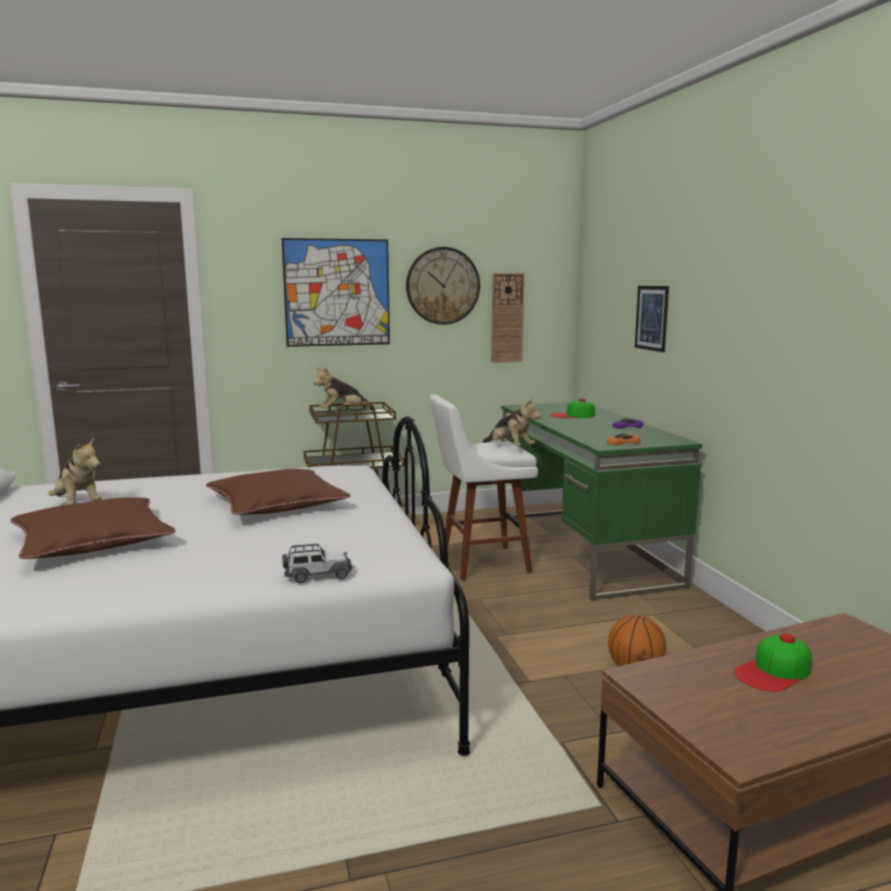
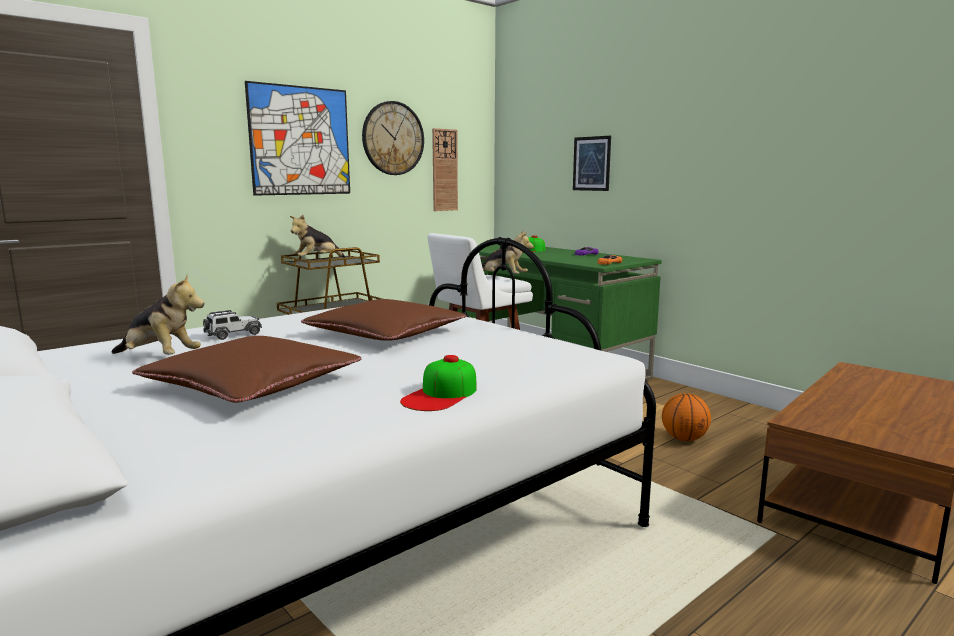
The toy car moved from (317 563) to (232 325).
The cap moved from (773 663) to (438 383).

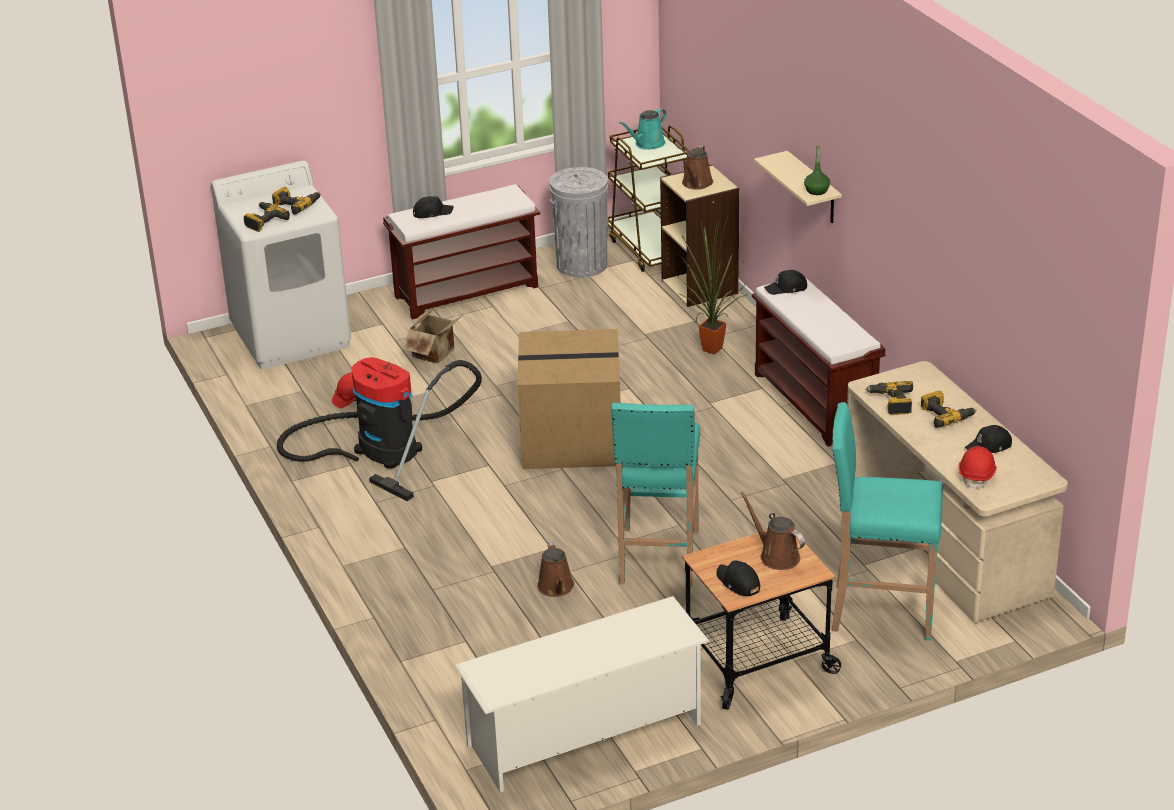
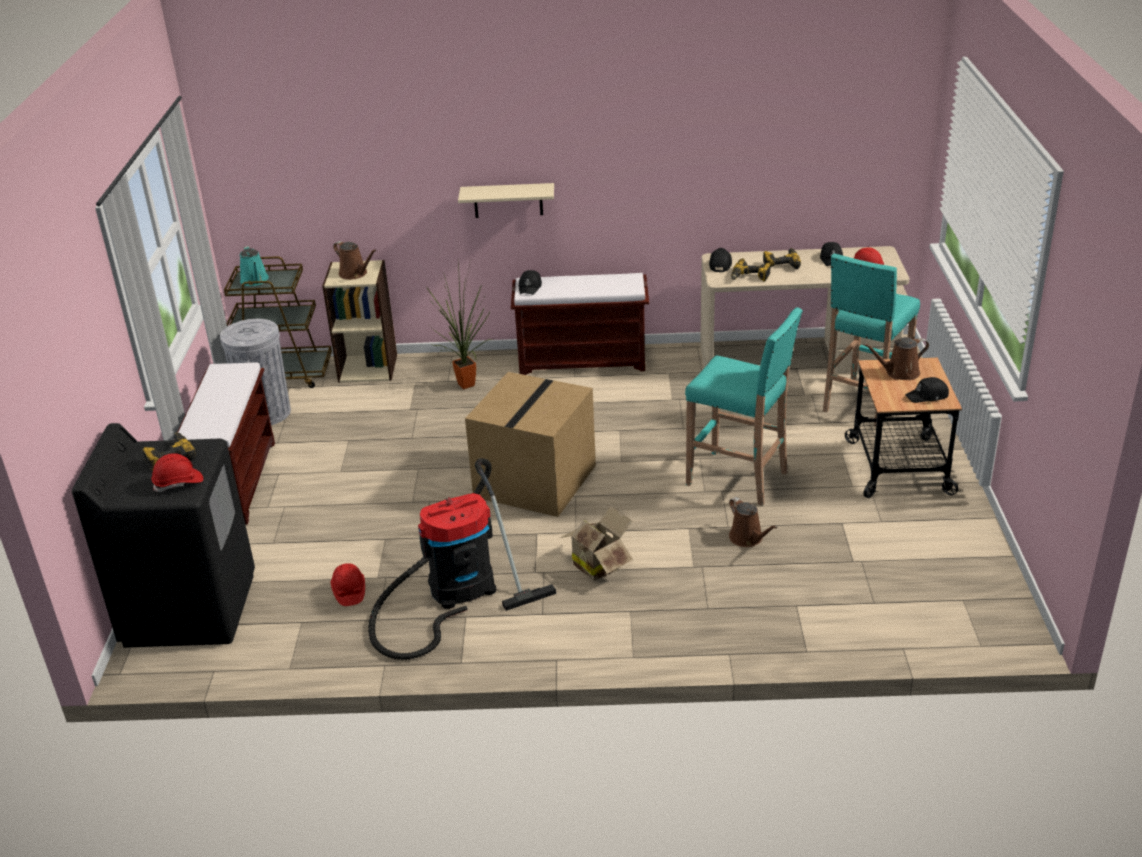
The white washing machine at (281 265) became the black washing machine at (163 535).
The power drill at (267 217) was replaced by the red hard hat at (177 472).
The cardboard box moved from (432 335) to (596 543).
The black cap moved from (433 207) to (720 260).
The white shoe rack at (582 694) disappeared.
The brown watering can at (555 569) turned 45 degrees clockwise.
The green bottle at (817 170) disappeared.

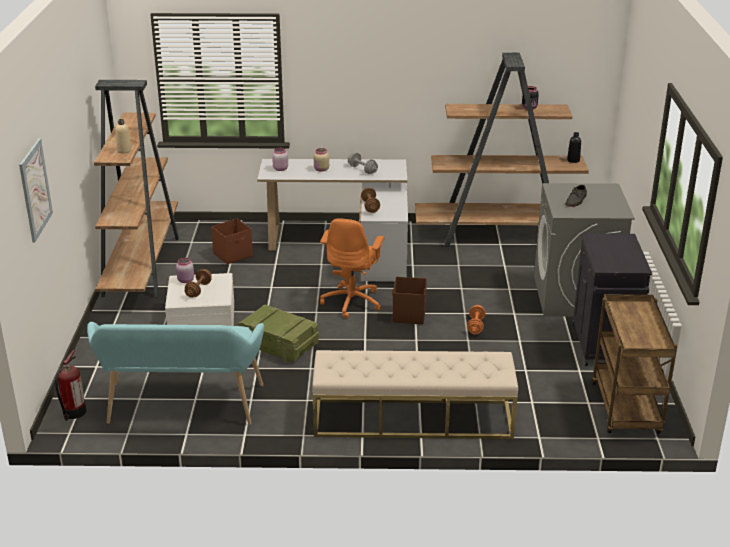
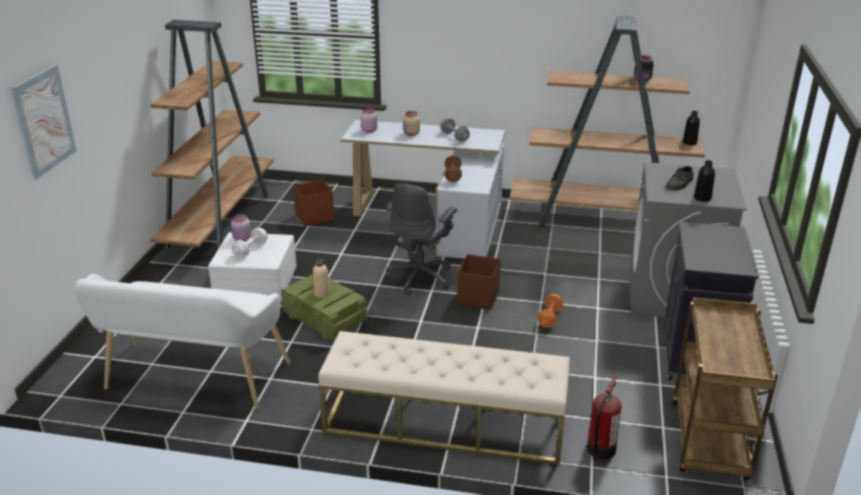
The fire extinguisher moved from (70 385) to (604 418).
The turquoise bench at (175 373) became the white bench at (182 341).
The beige bottle moved from (123 136) to (321 278).
The brown dumbbell at (198 283) became the white dumbbell at (249 242).
The orange office chair at (352 268) became the grey office chair at (421 239).
The black bottle at (704 181) appeared.

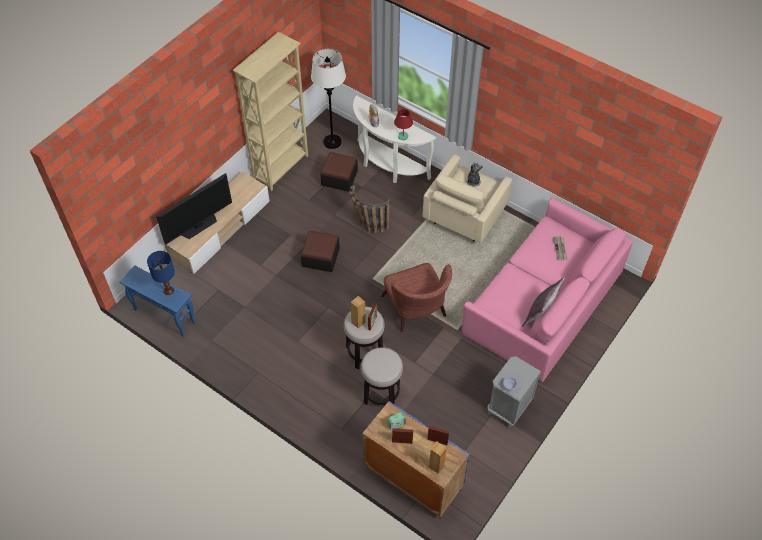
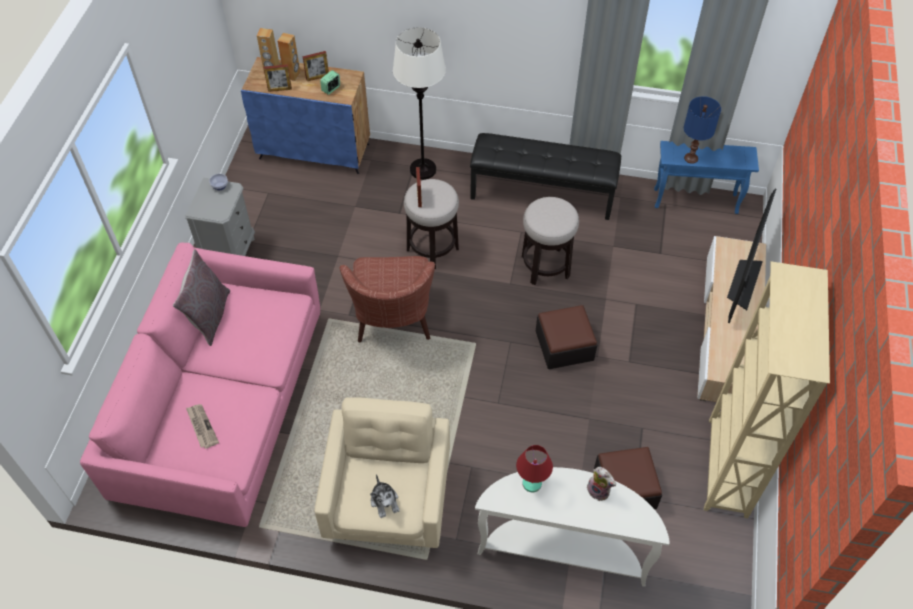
The white floor lamp moved from (328 99) to (419 103).
The basket at (369 206) disappeared.
The brown speaker moved from (358 312) to (289 57).
The stool moved from (382 376) to (550 241).
The brown armchair at (416 297) turned 135 degrees counterclockwise.
The black bench at (545 176) appeared.

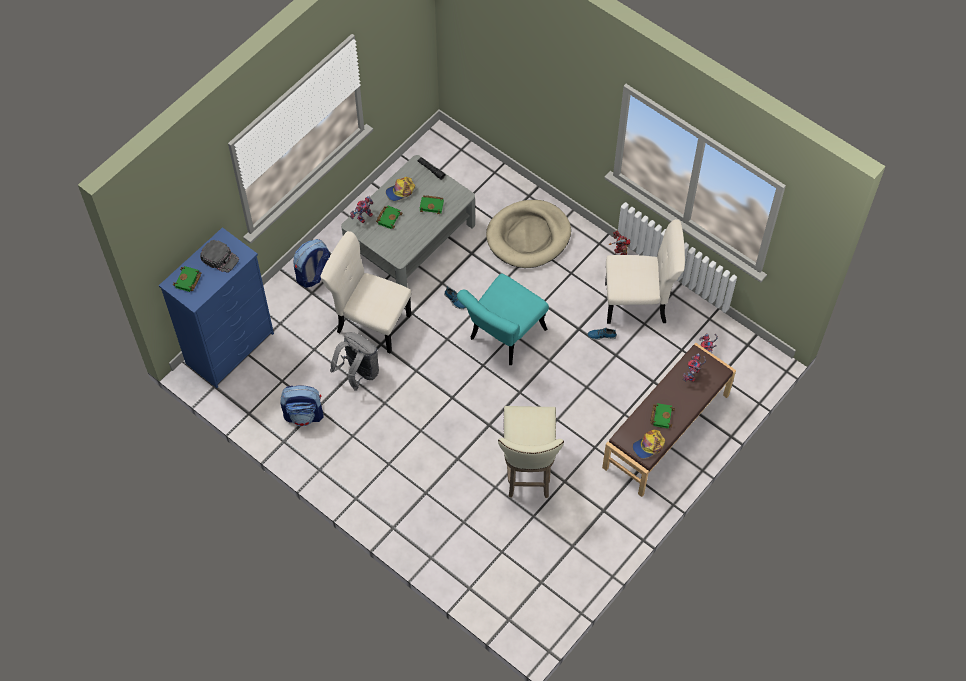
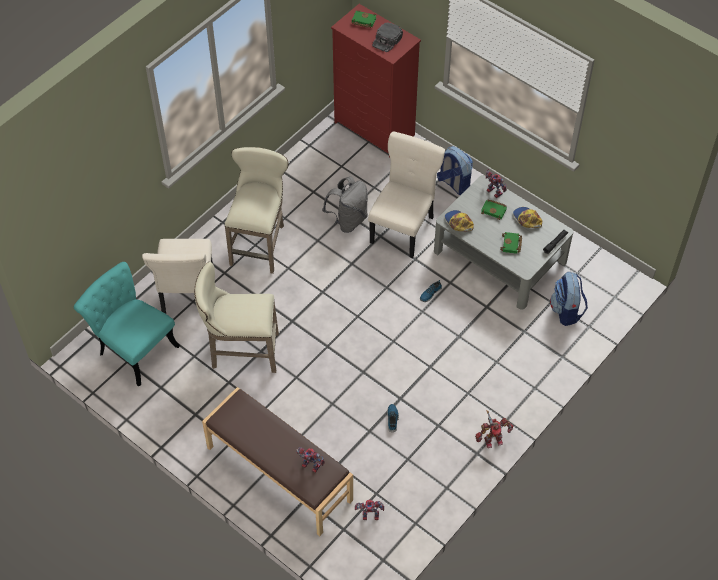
The blue dresser at (216 307) became the red dresser at (376 81).
The backpack moved from (301 405) to (569 299).
The turquoise chair moved from (503 319) to (127 324).
The beige dog bed at (528 234) disappeared.
The beige chair moved from (645 271) to (177 276).
The cap moved from (649 443) to (459 220).
The green book at (662 416) disappeared.
The beige stool at (256 210) appeared.

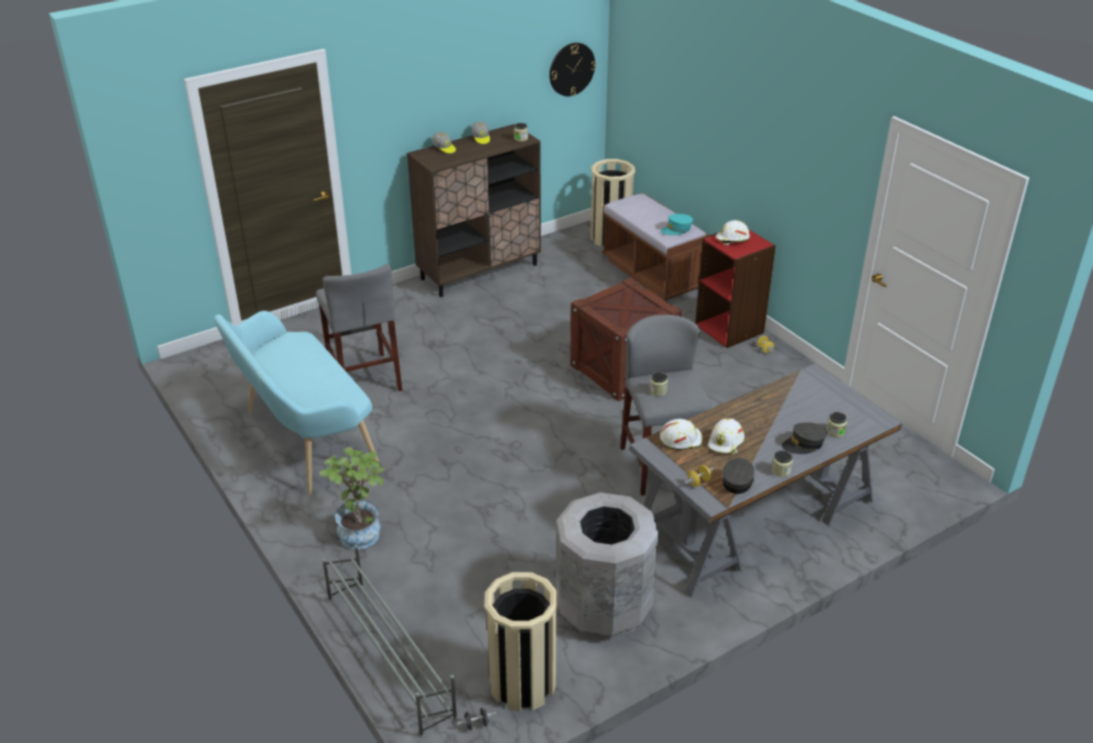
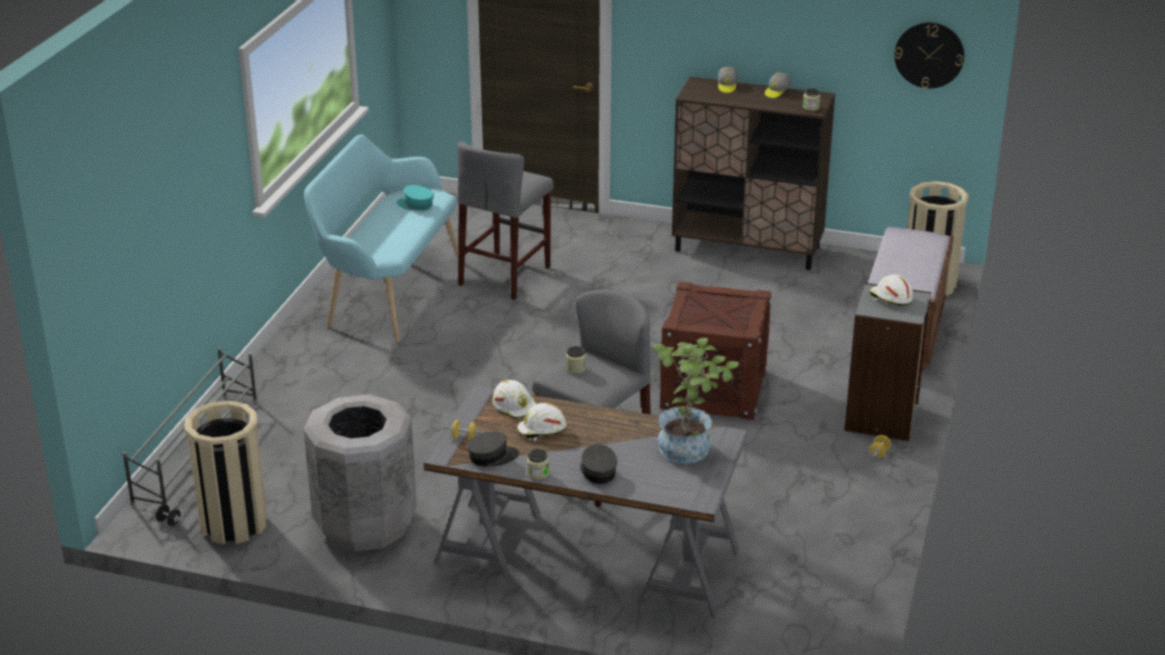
The potted plant moved from (351 498) to (696 401).
The turquoise cap moved from (677 224) to (415 197).
The red bookcase at (735 289) became the grey bookcase at (887 362).
The grey cap at (804 438) turned 45 degrees clockwise.
The jar at (836 425) disappeared.

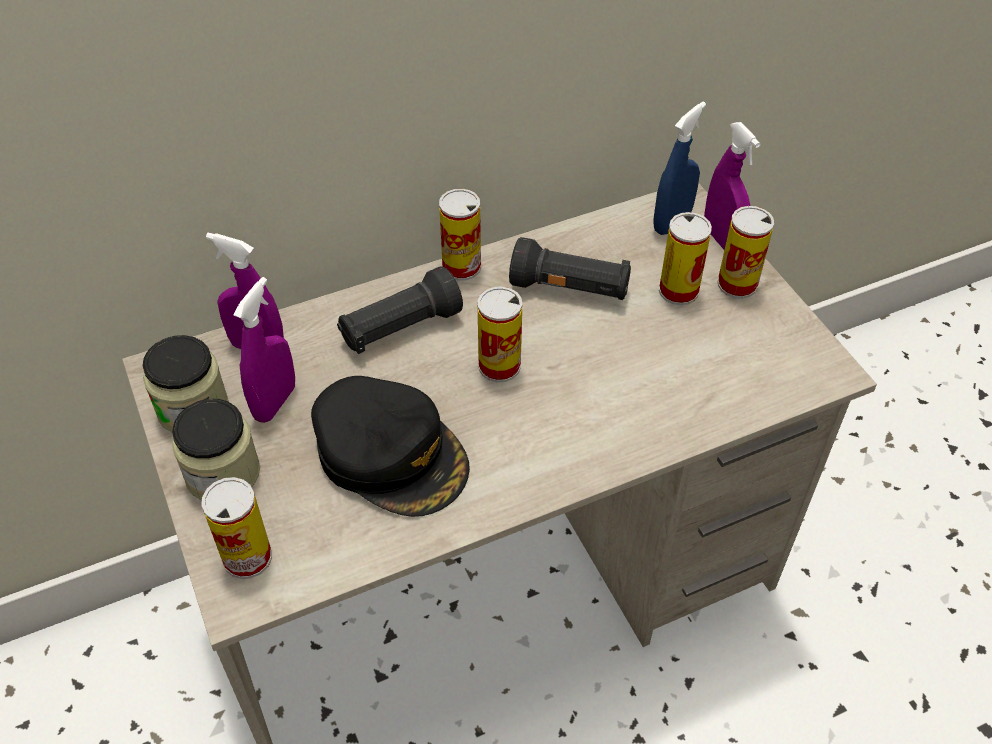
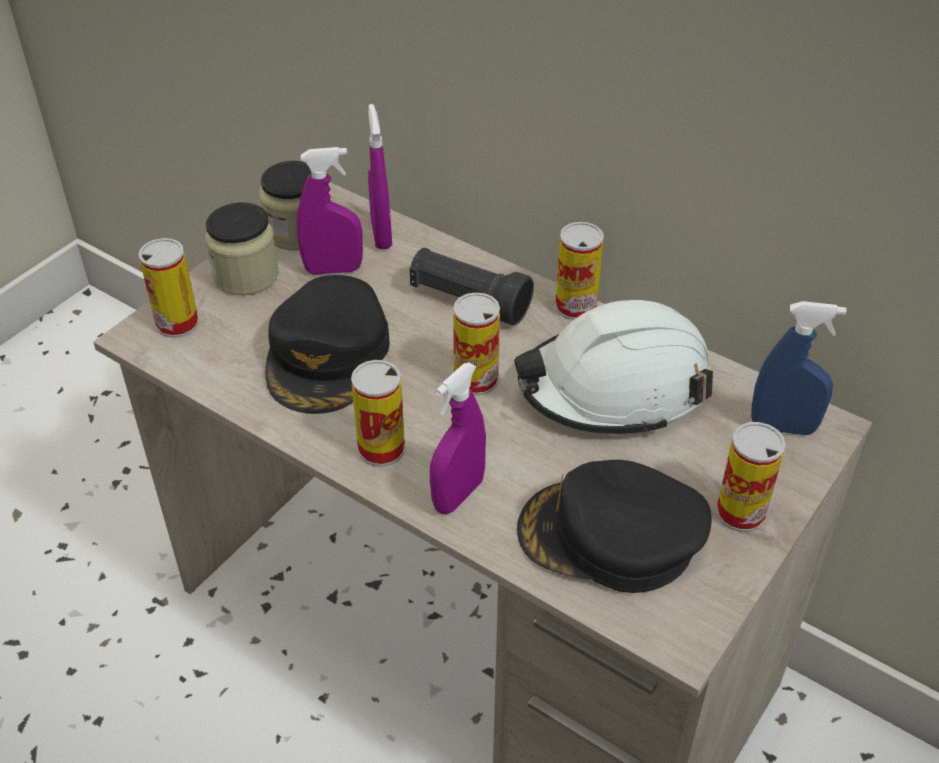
The black flashlight at (570 268) was replaced by the white hard hat at (613 367).
The can moved from (685 258) to (378 413).
The purple spray bottle moved from (732 186) to (458 438).
The black cap at (614 526) appeared.

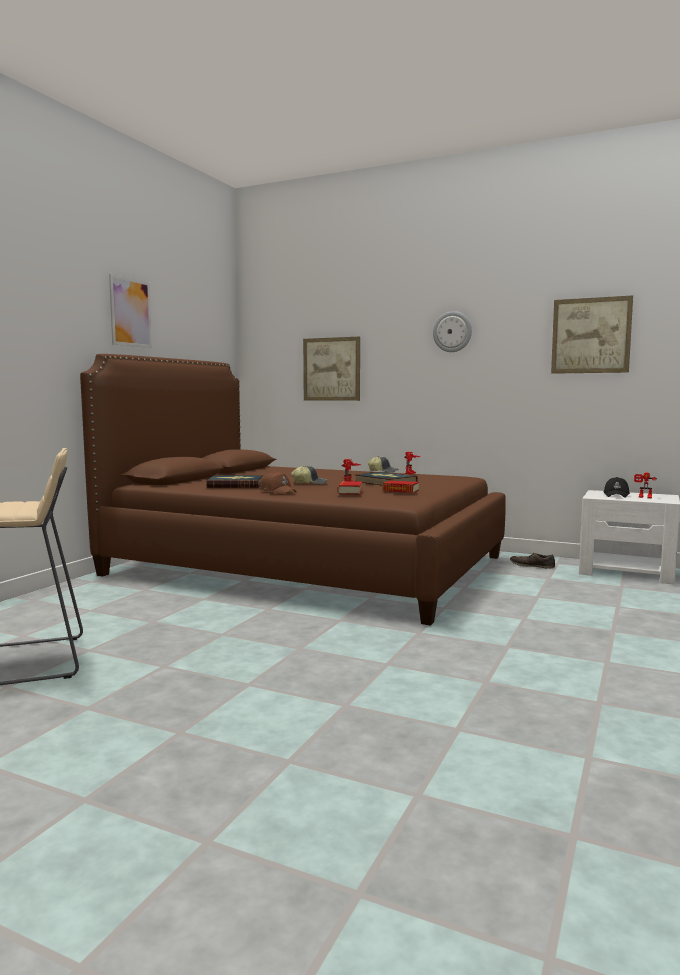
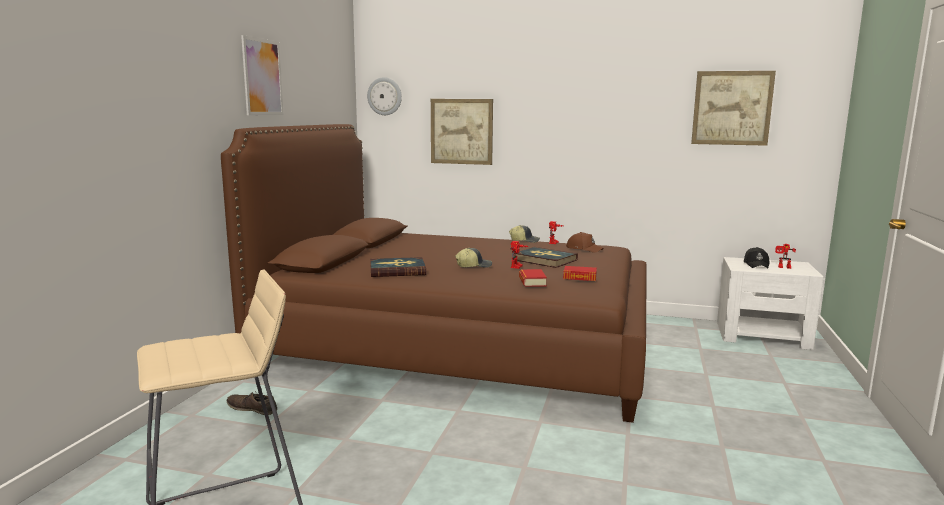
The brown cap moved from (278 483) to (585 242).
The wall clock moved from (452 331) to (384 96).
The brown shoe moved from (532 560) to (252 403).

